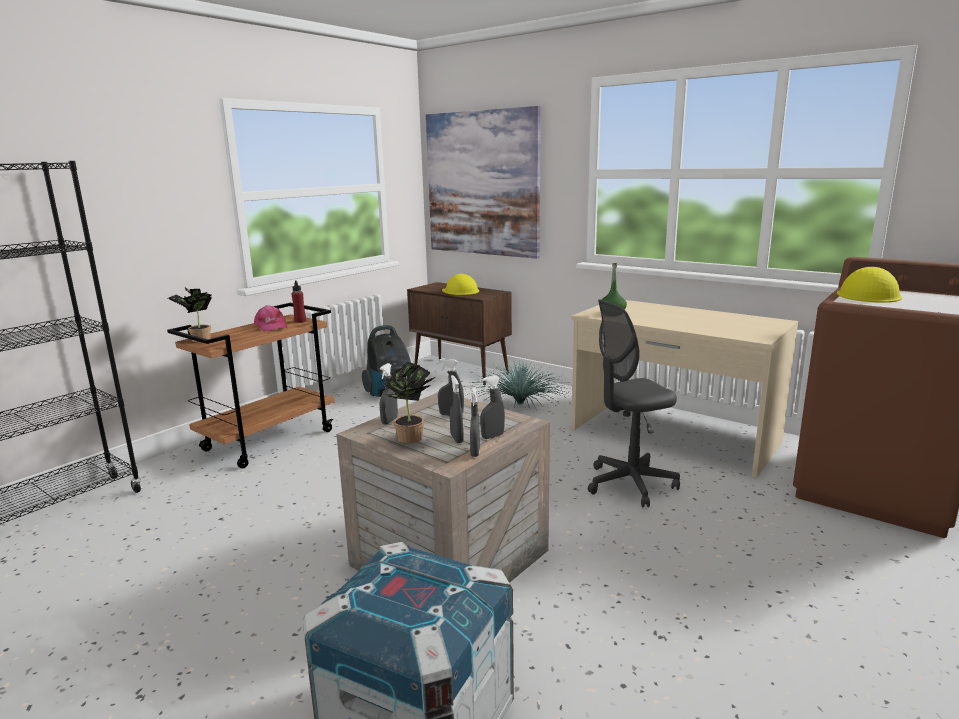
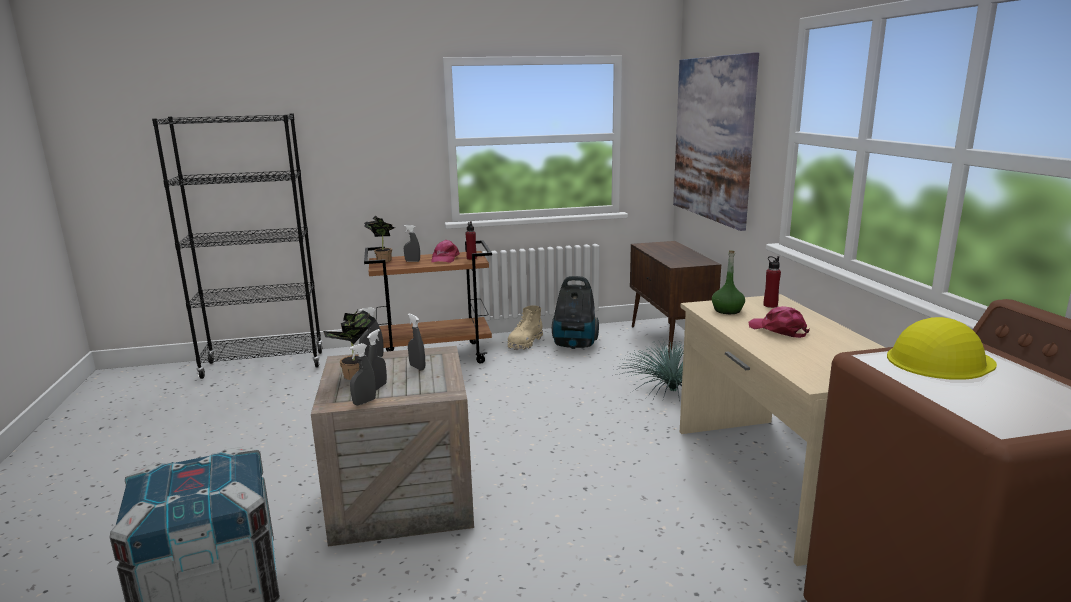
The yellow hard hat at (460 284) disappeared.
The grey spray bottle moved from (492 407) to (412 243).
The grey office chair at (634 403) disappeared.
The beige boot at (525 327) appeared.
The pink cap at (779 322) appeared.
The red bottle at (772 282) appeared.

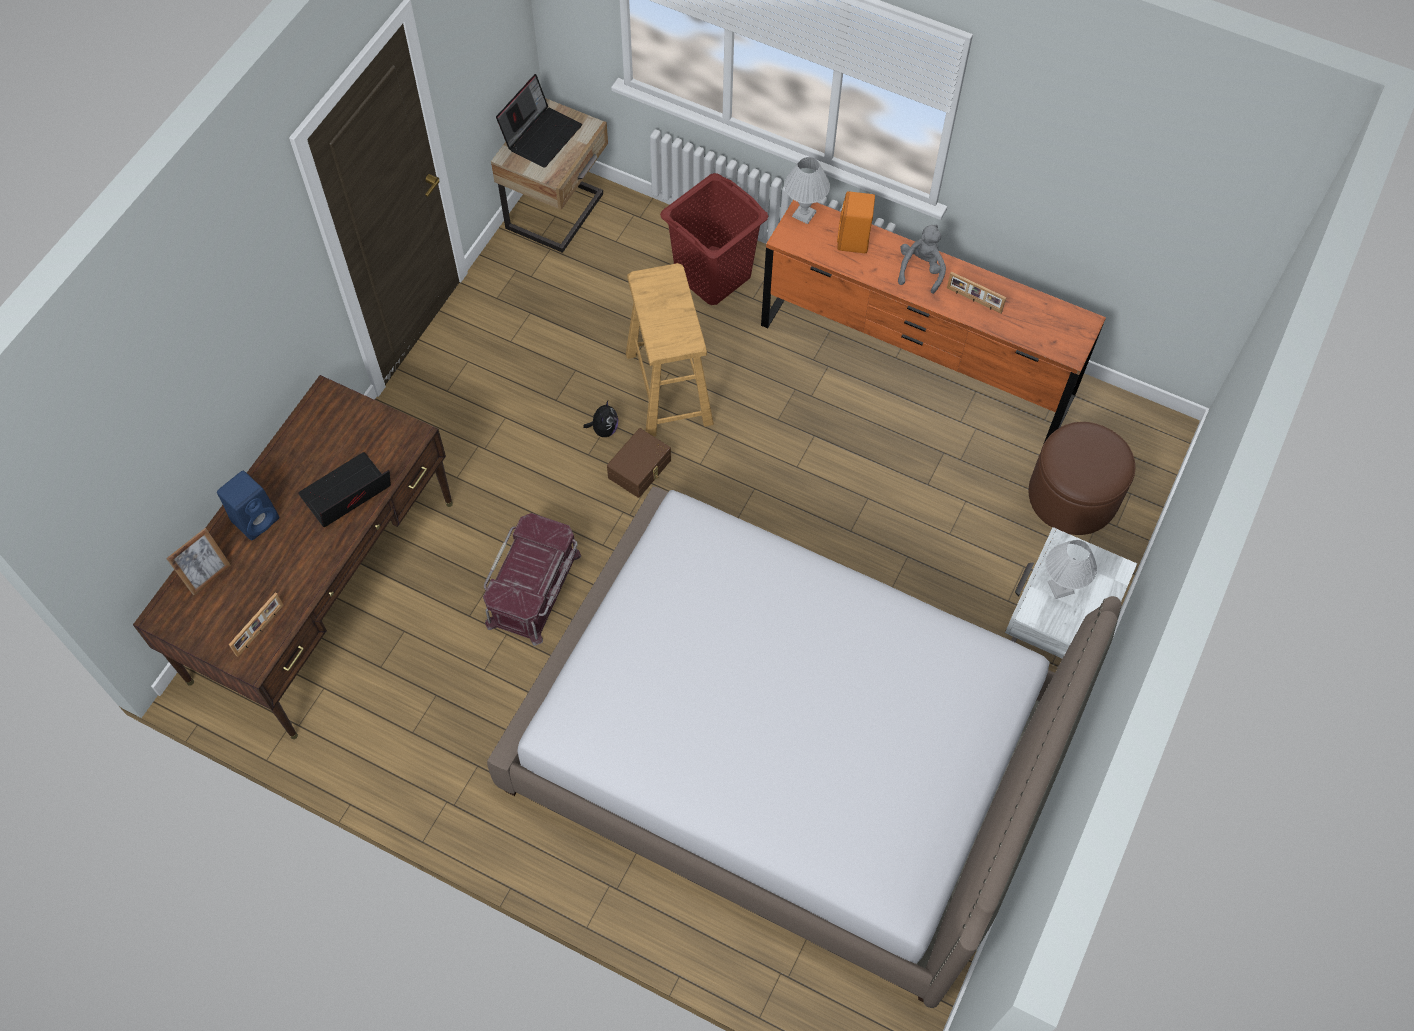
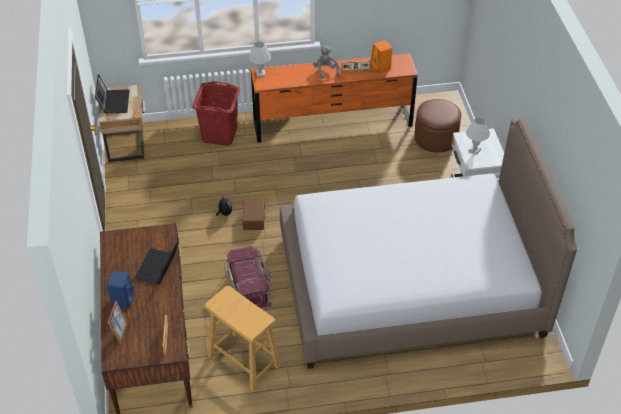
The beige stool moved from (670 350) to (242 339).
The orange speaker moved from (856 222) to (381 56).

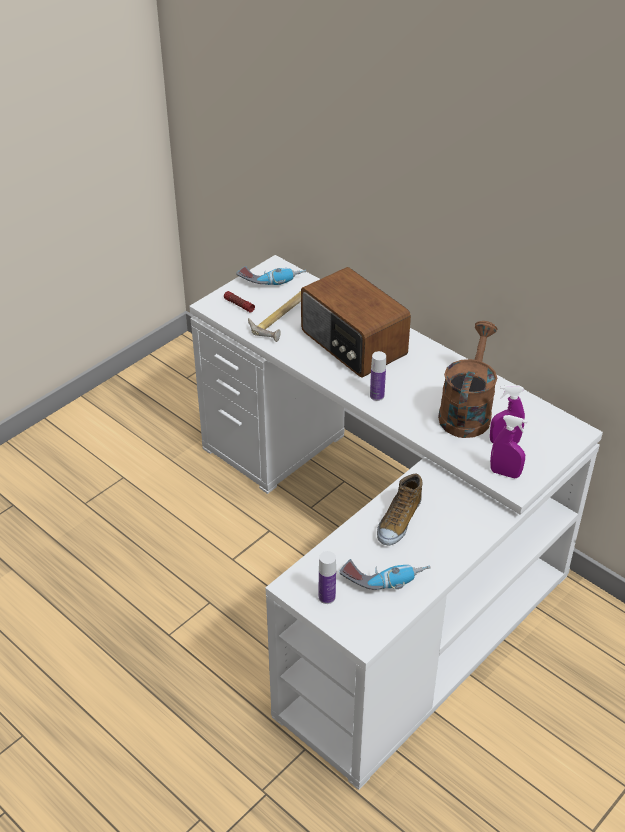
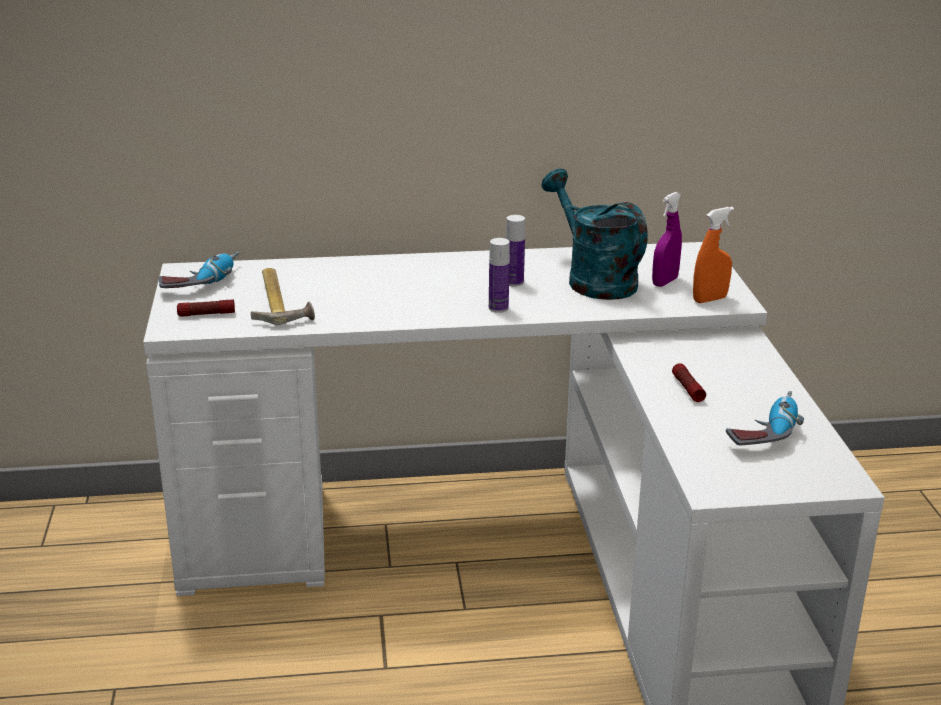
The radio at (356 322) disappeared.
The bottle moved from (327 577) to (515 251).
The shoe at (399 510) was replaced by the flashlight at (689 382).
The brown watering can at (467 379) became the turquoise watering can at (594 234).
The purple spray bottle at (509 446) became the orange spray bottle at (713 255).

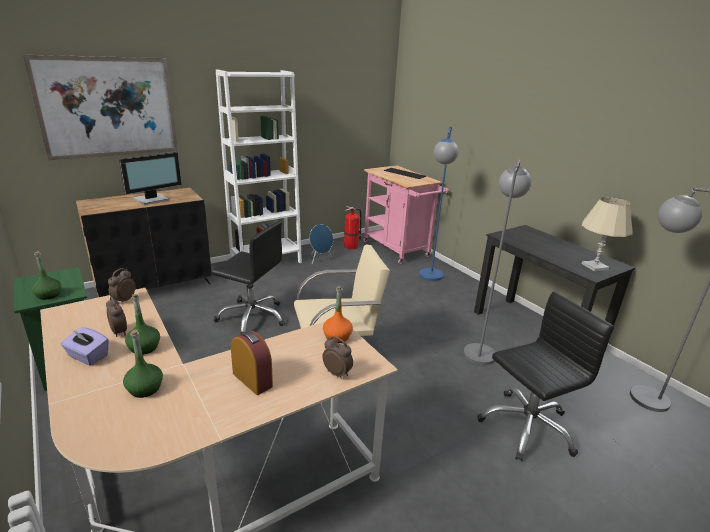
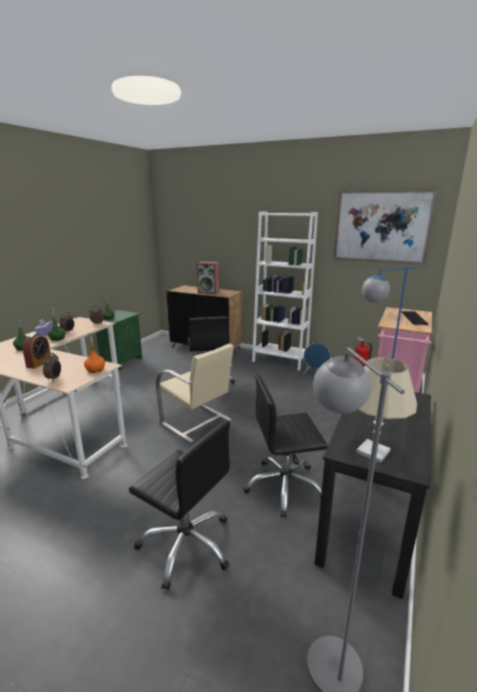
The picture moved from (100 107) to (385 227).
The monitor at (150 178) was replaced by the speaker at (208 277).
The grey floor lamp at (497 262) was replaced by the black office chair at (285 446).

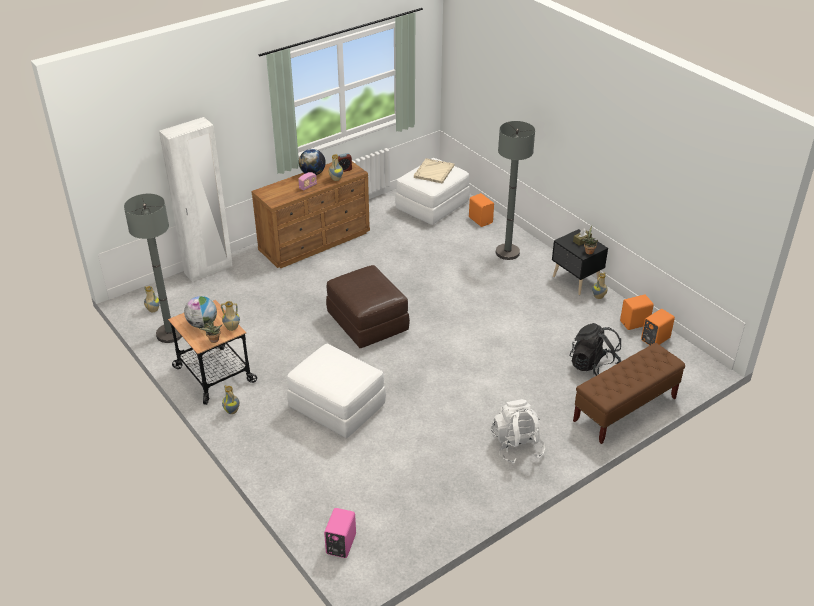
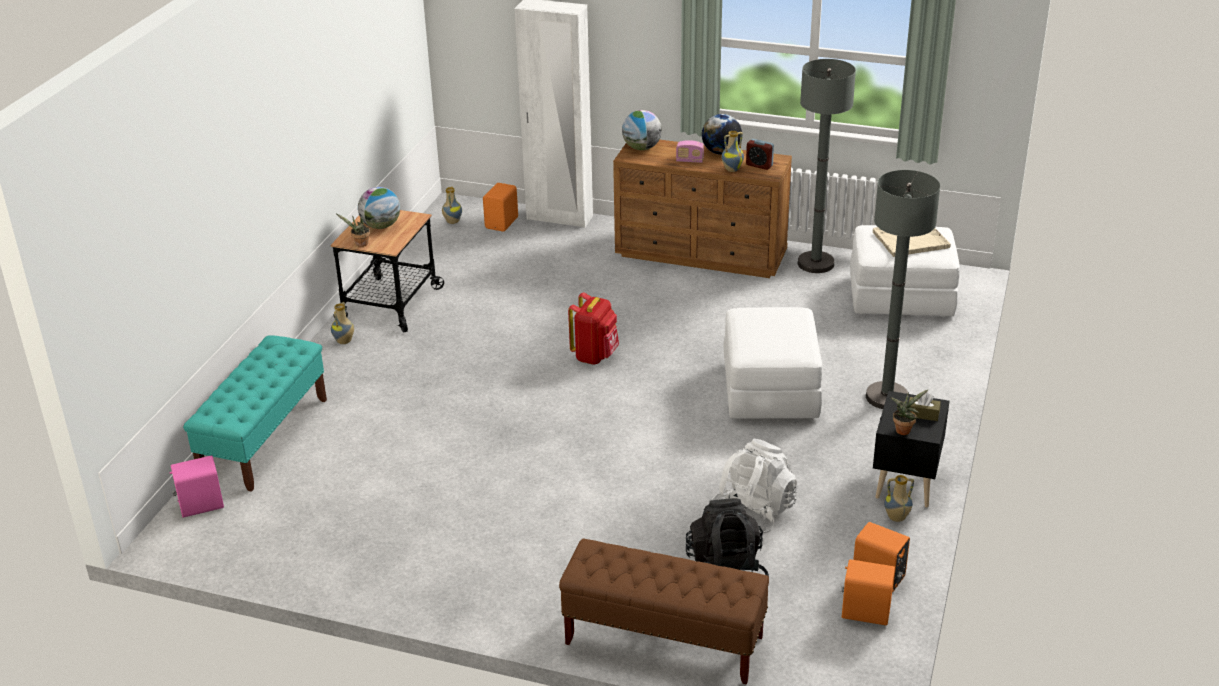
The grey floor lamp moved from (153 268) to (827 166).
The vase at (230 316) disappeared.
The white ottoman moved from (336 391) to (773 363).
The brown ottoman at (368 306) was replaced by the red backpack at (593 328).
The orange speaker moved from (481 210) to (500 207).
The white backpack moved from (518 431) to (754 486).
The turquoise bench at (255 413) appeared.
The globe at (642 130) appeared.

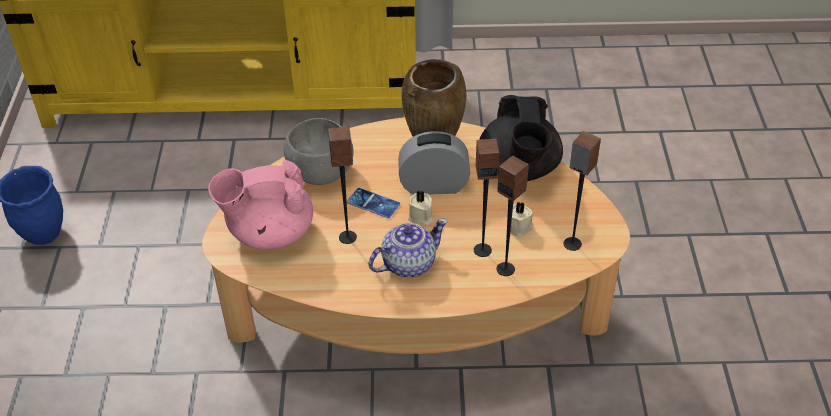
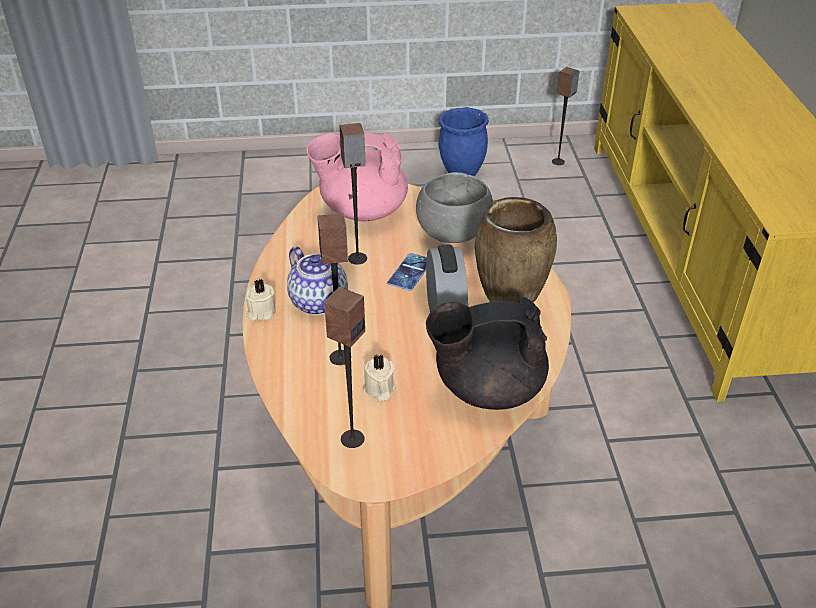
The pink teapot at (260 205) turned 75 degrees counterclockwise.
The beige candle moved from (420 208) to (261 300).
The speaker moved from (513 216) to (565 116).

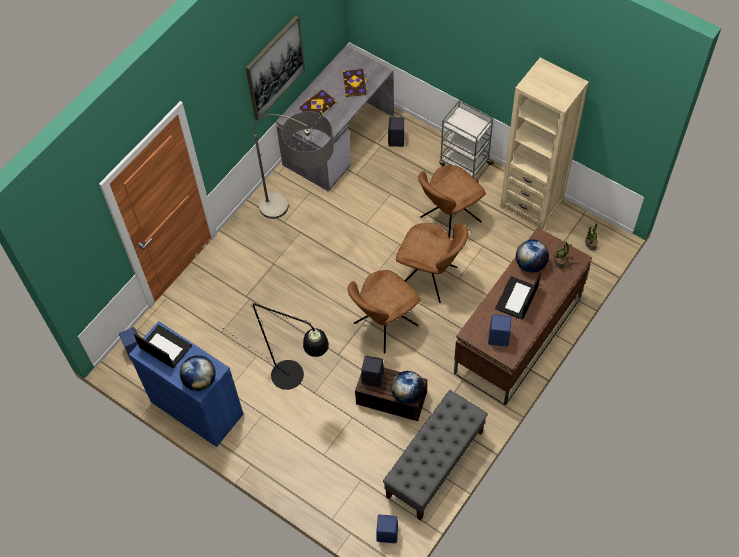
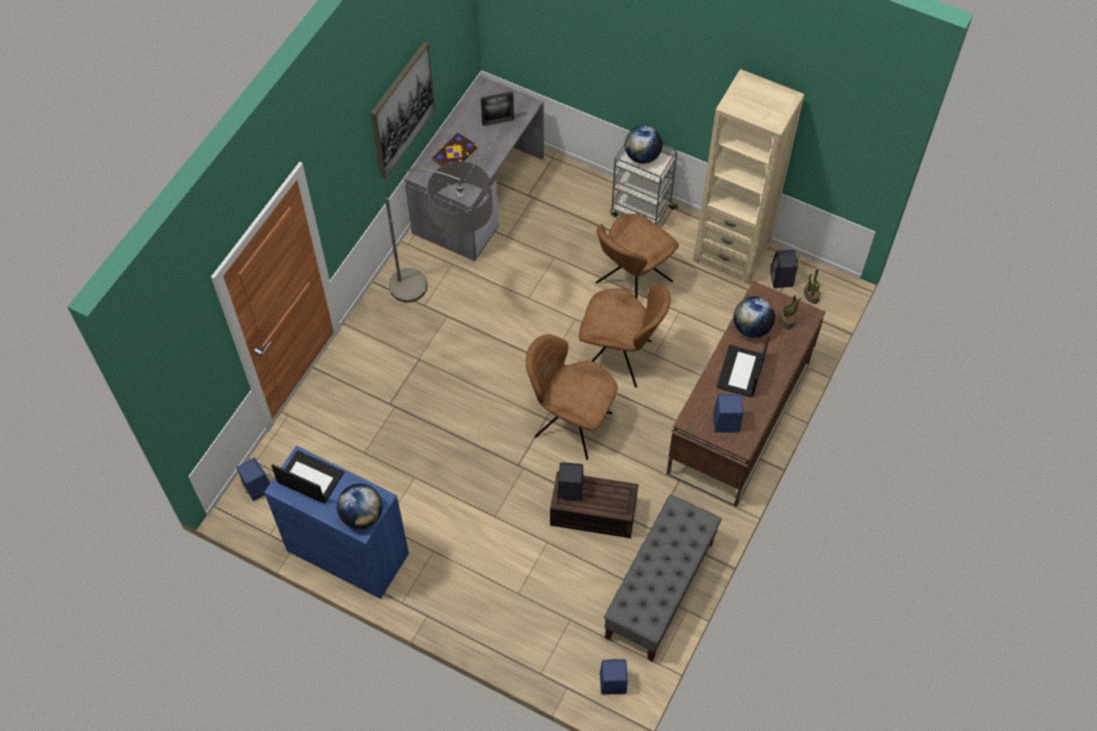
The black floor lamp at (274 346) disappeared.
The book at (355 83) was replaced by the picture frame at (497 108).
The brown chair at (384 311) turned 75 degrees clockwise.
The black speaker moved from (396 132) to (784 269).
The globe moved from (407 387) to (643 144).

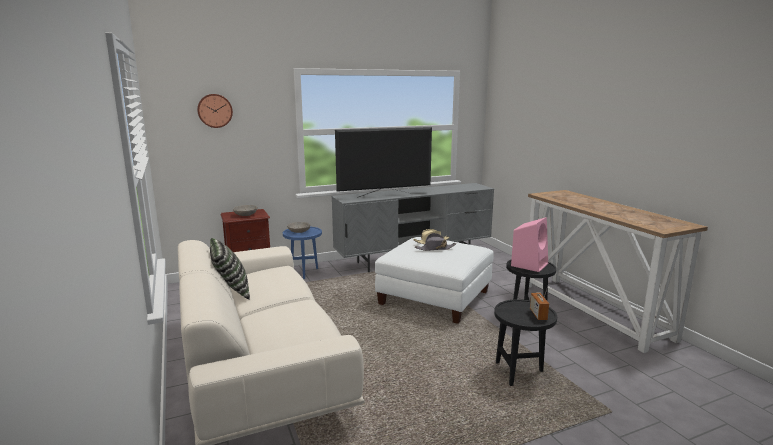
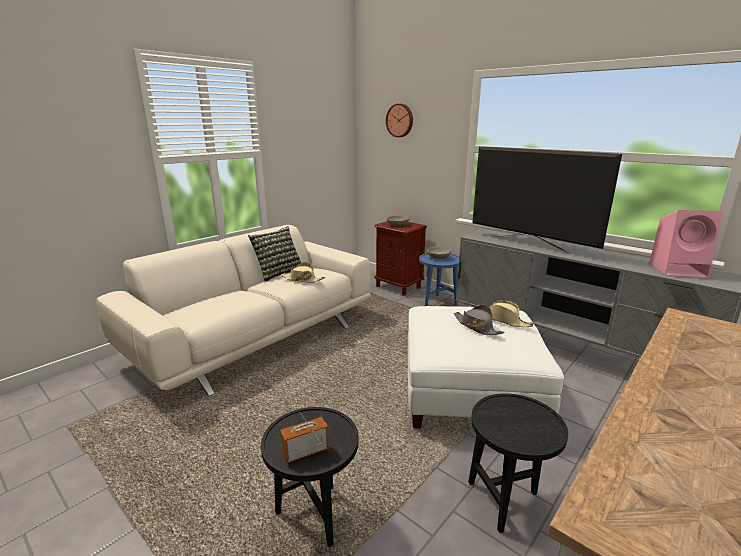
The pink speaker moved from (529 244) to (686 244).
The beige hat at (303 272) appeared.

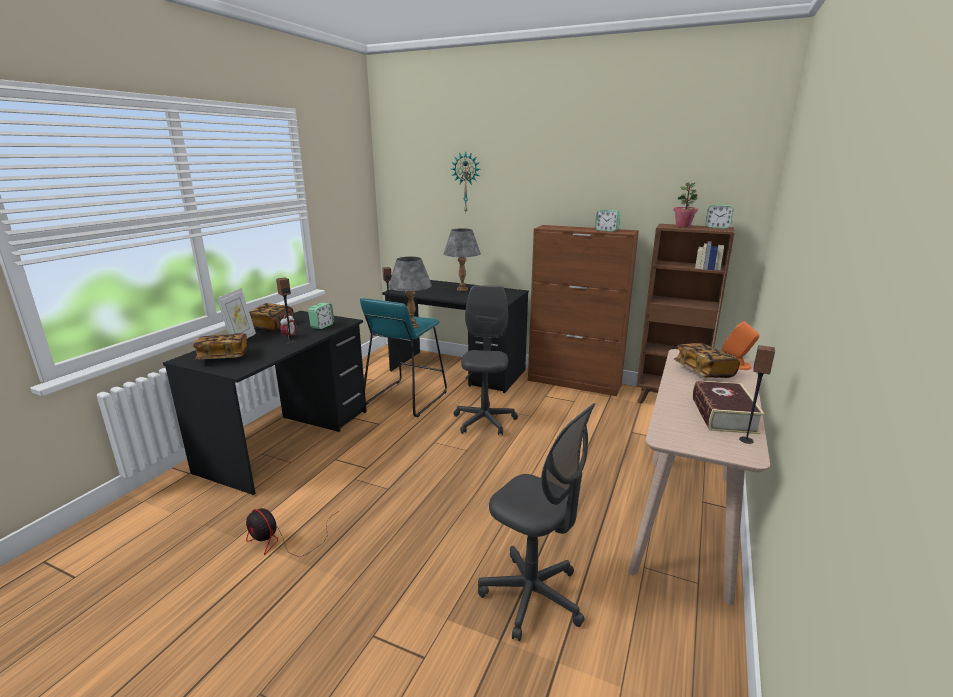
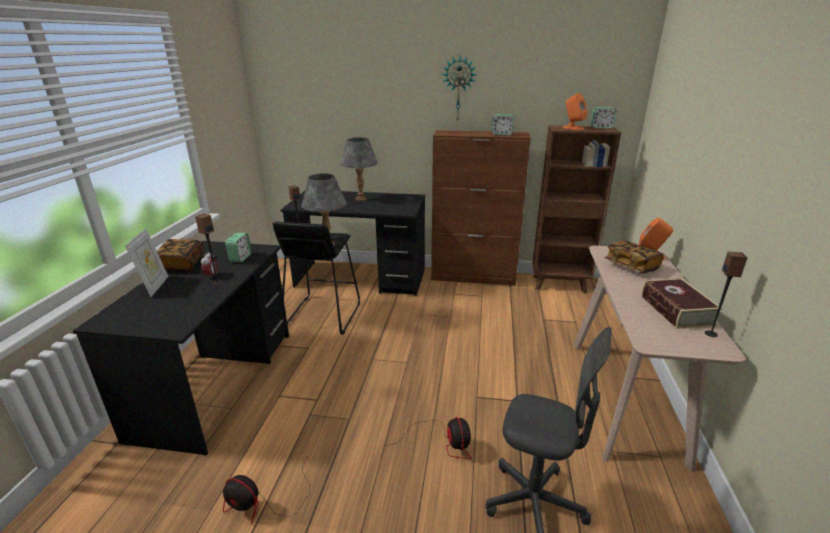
The book at (220 346) disappeared.
The turquoise stool at (403 357) became the black stool at (316 278).
The wall clock moved from (466 181) to (459 88).
The grey office chair at (486 360) disappeared.
The potted plant at (685 205) was replaced by the orange speaker at (575 111).
The fan at (428 438) appeared.

